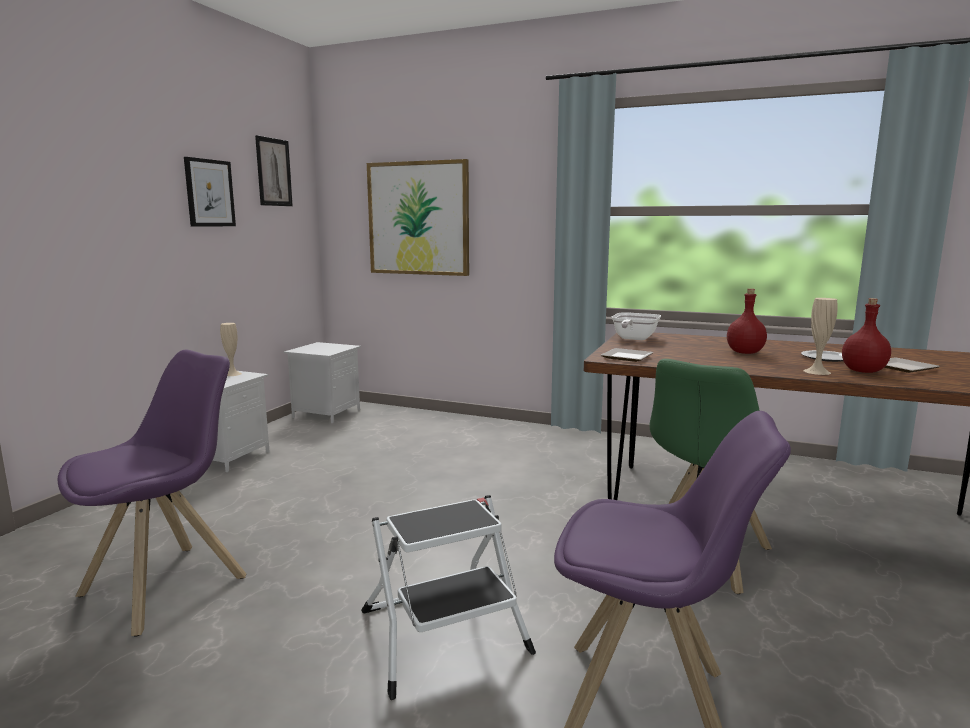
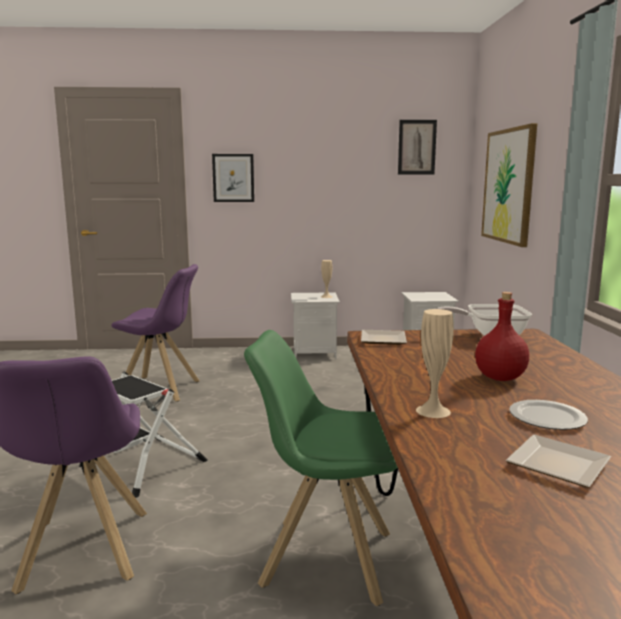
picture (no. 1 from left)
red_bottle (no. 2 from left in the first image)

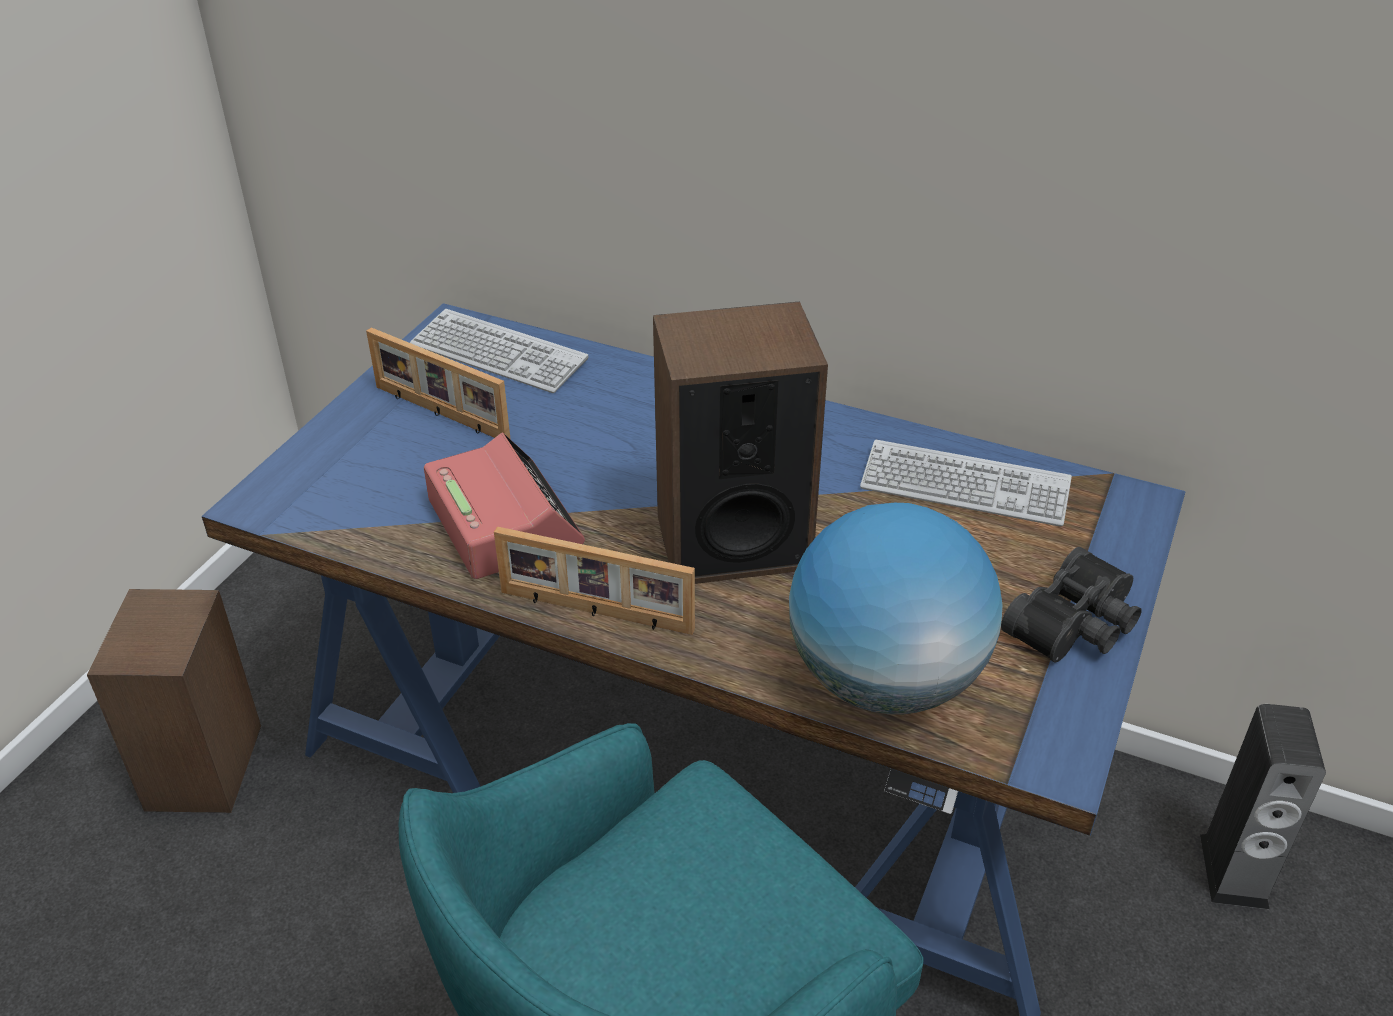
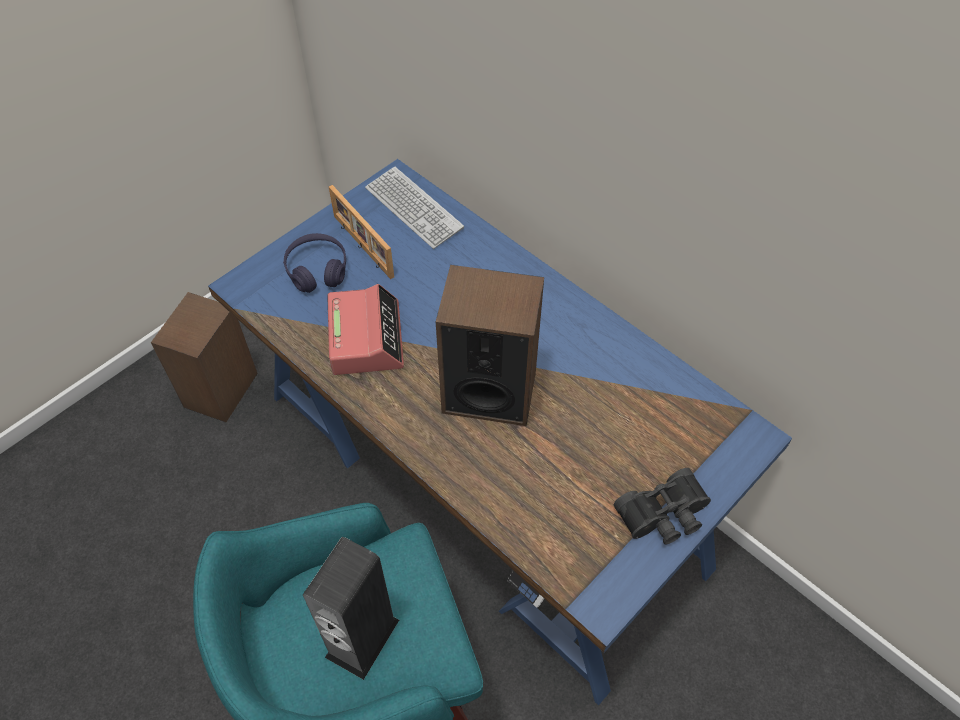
picture_frame (no. 2 from left in the first image)
globe
keyboard (no. 2 from left in the first image)
speaker (no. 2 from left)
purple_headphones

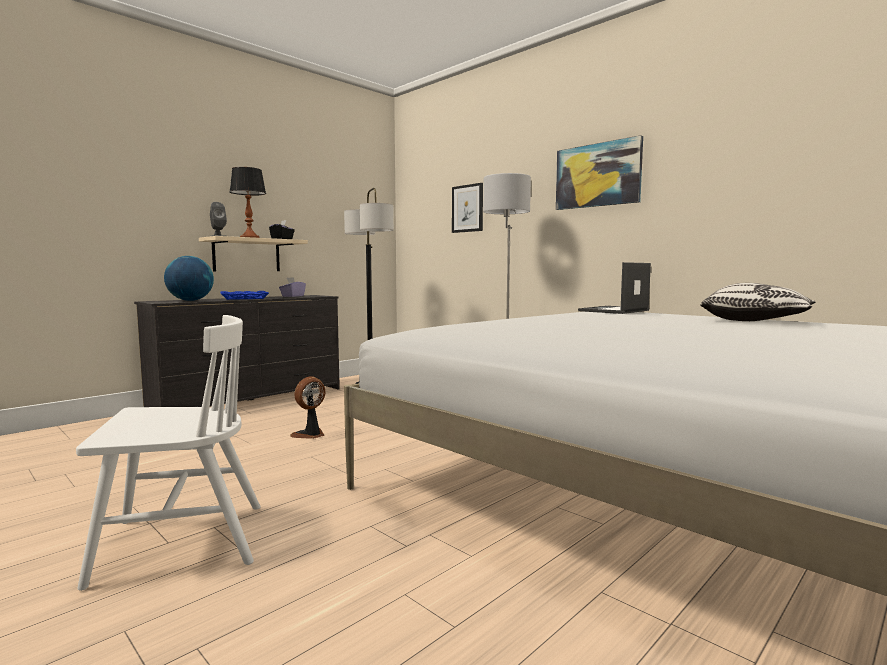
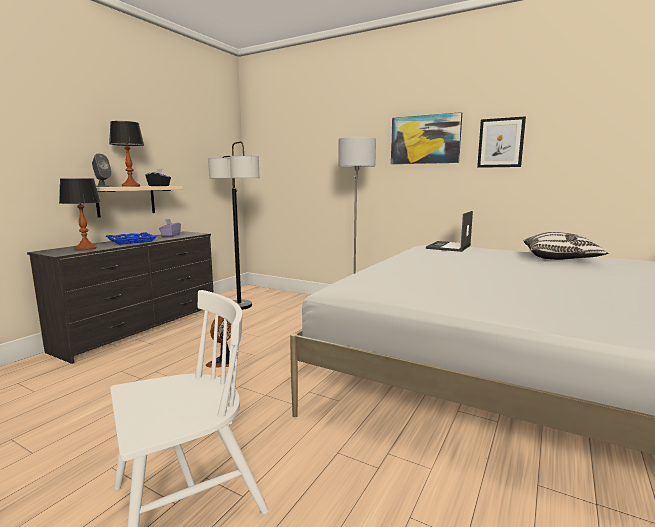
table_lamp (no. 1 from left)
picture (no. 2 from left)

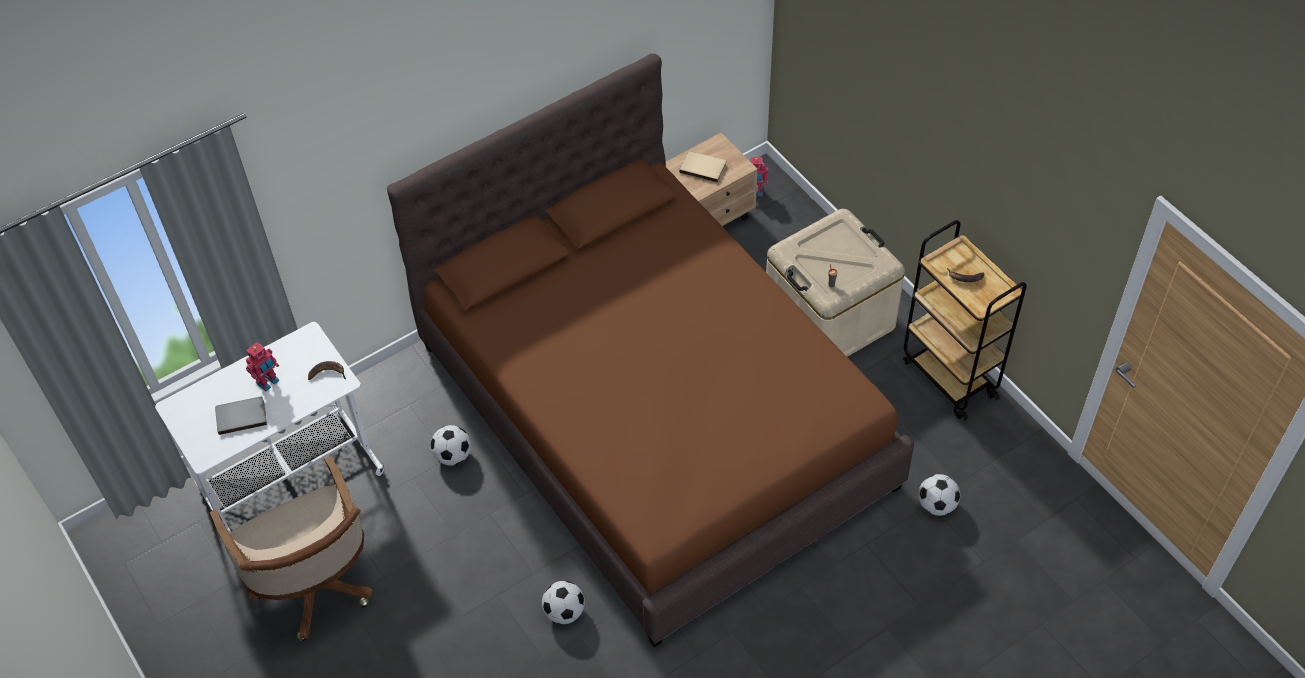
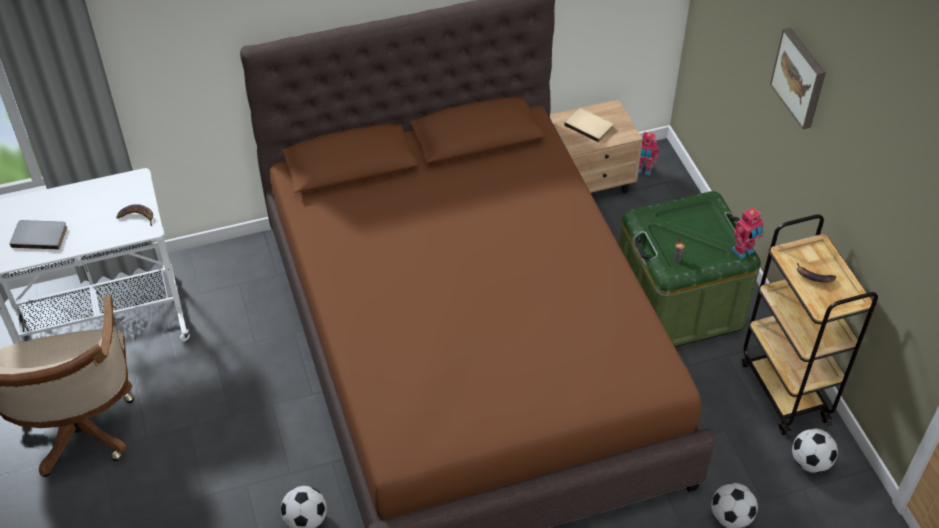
toy_robot (no. 2 from left)
football (no. 3 from left)
green_storage_box
picture

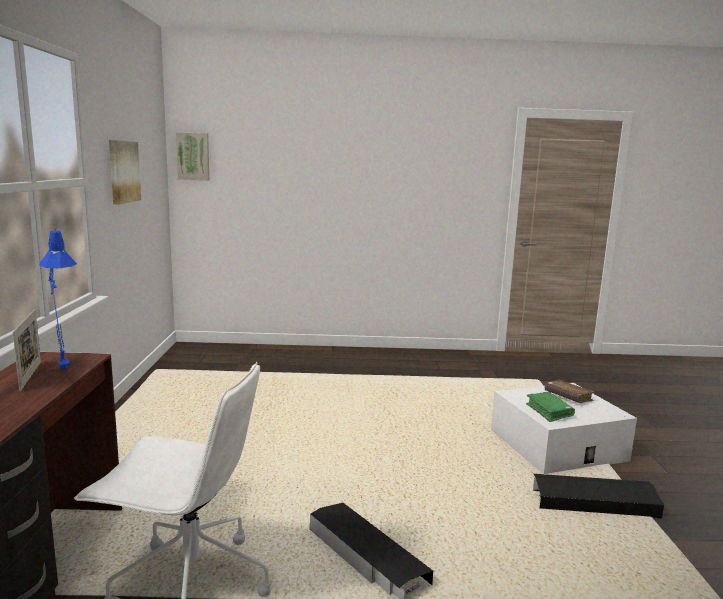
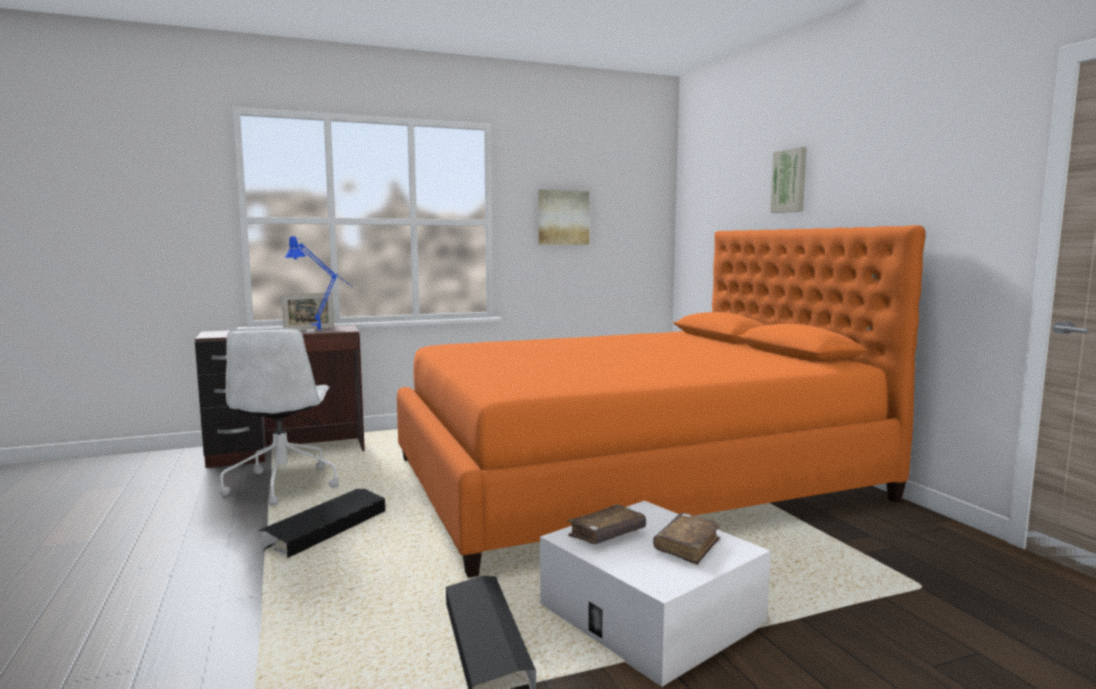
picture (no. 2 from left)
brown_book (no. 1 from left)
orange_bed

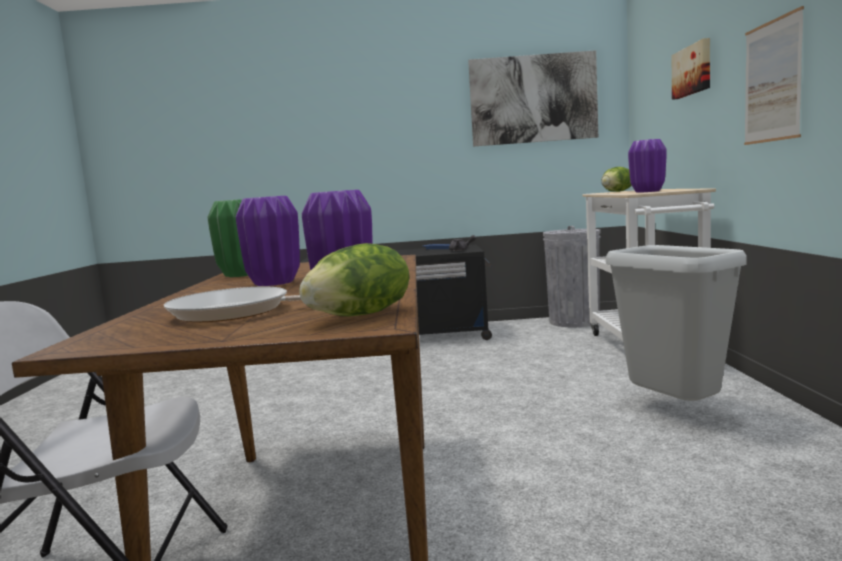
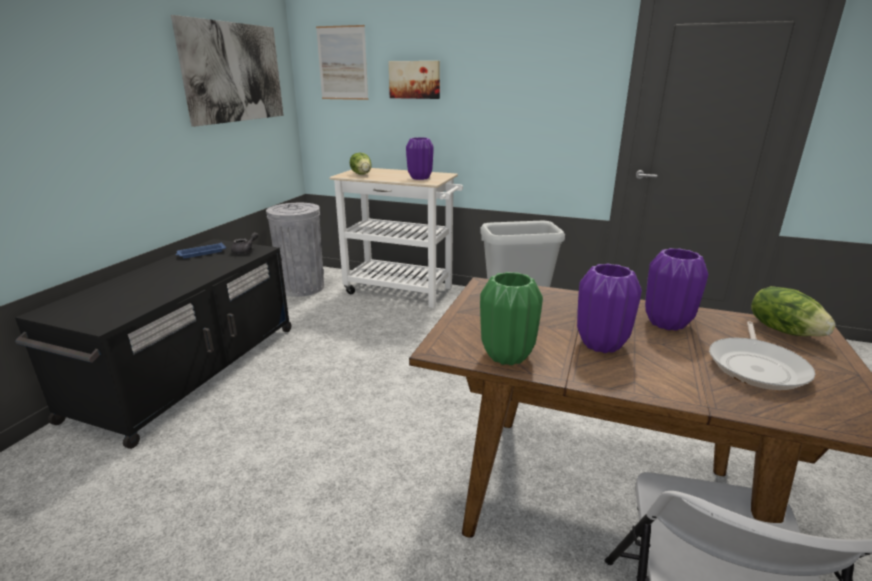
picture (no. 2 from left)

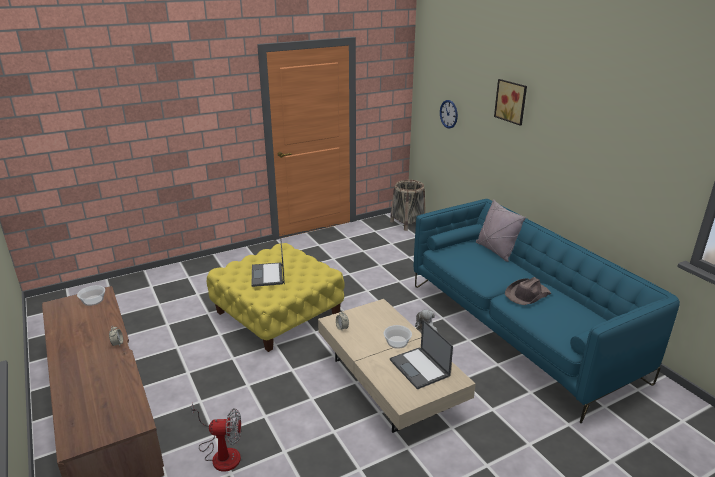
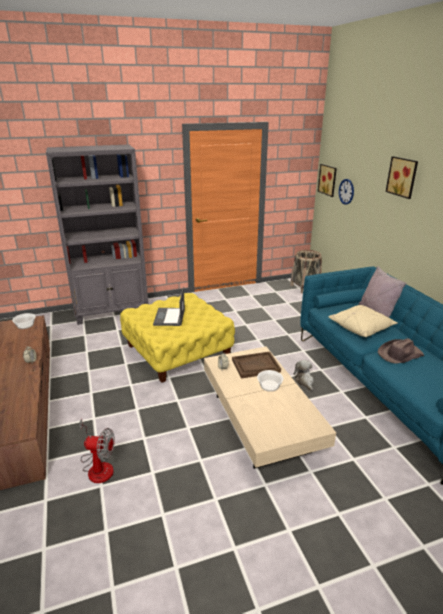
laptop (no. 2 from left in the first image)
grey_bookcase
brown_tray
picture (no. 1 from left)
beige_pillow

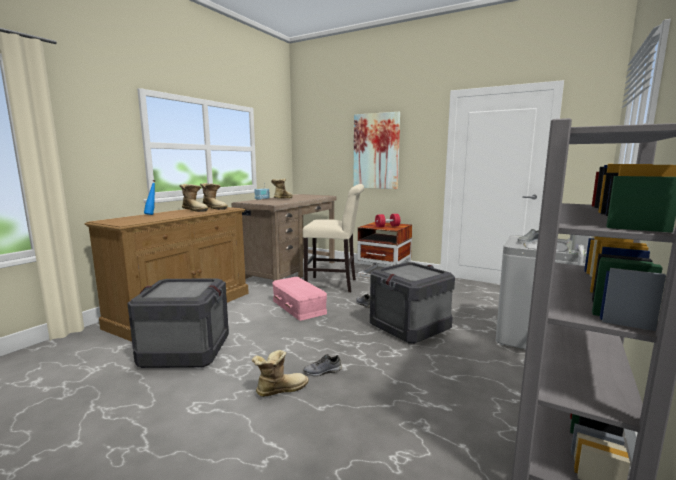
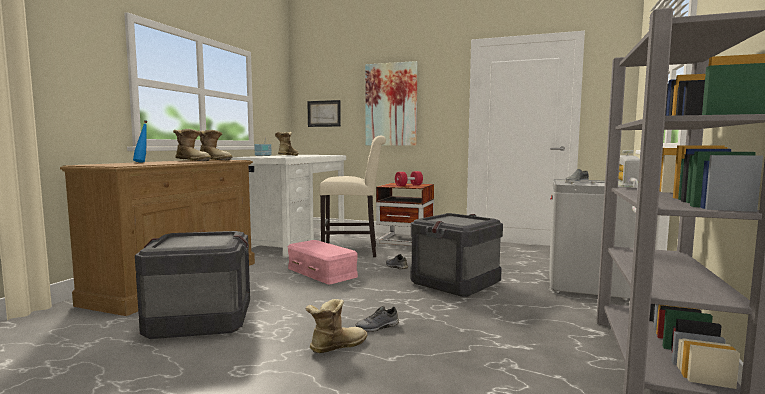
white_desk
picture (no. 1 from left)

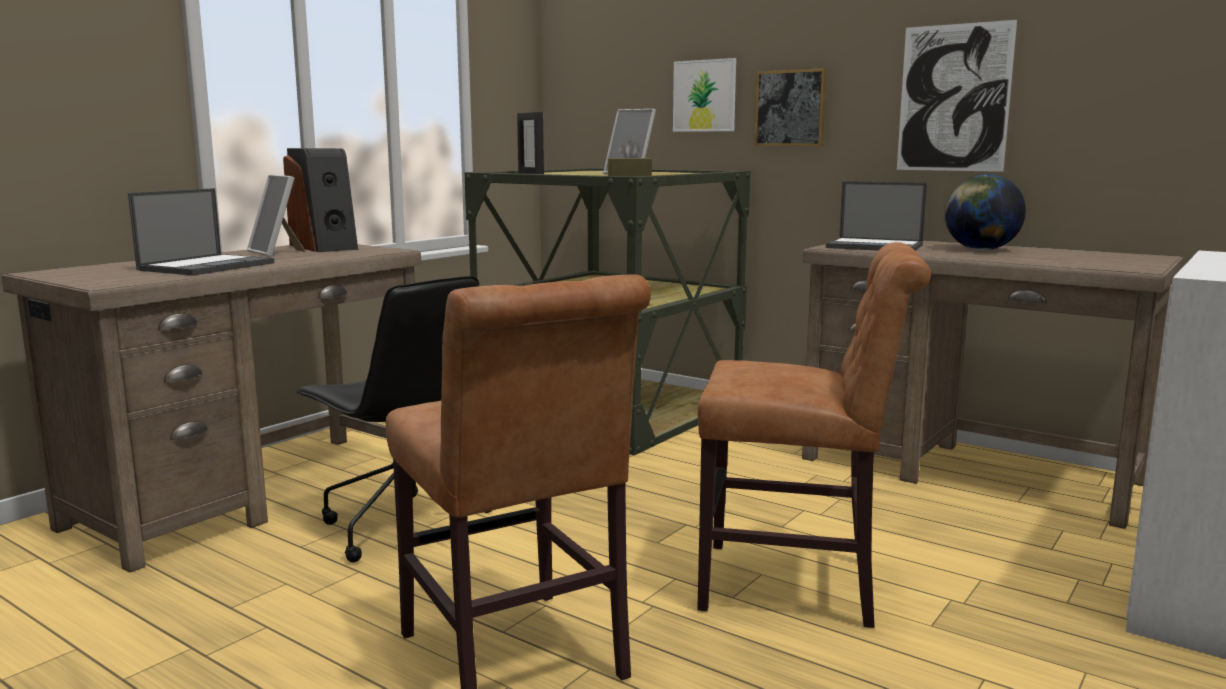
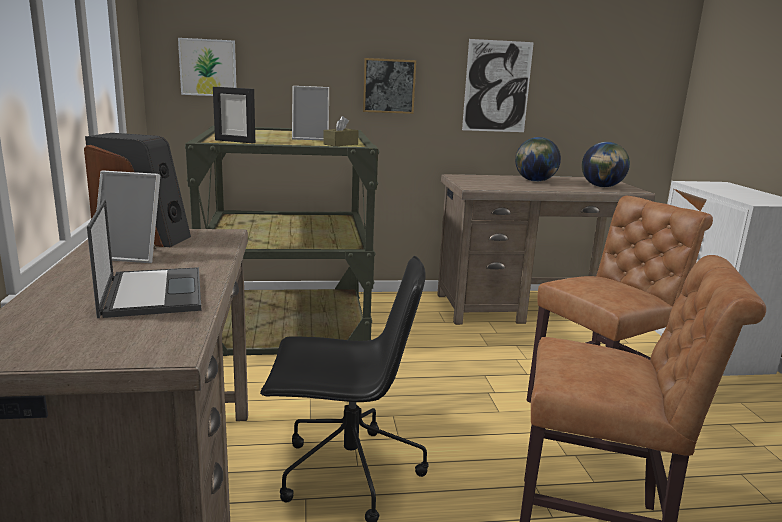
picture (no. 1 from left)
laptop (no. 2 from left in the first image)
globe (no. 2 from left)

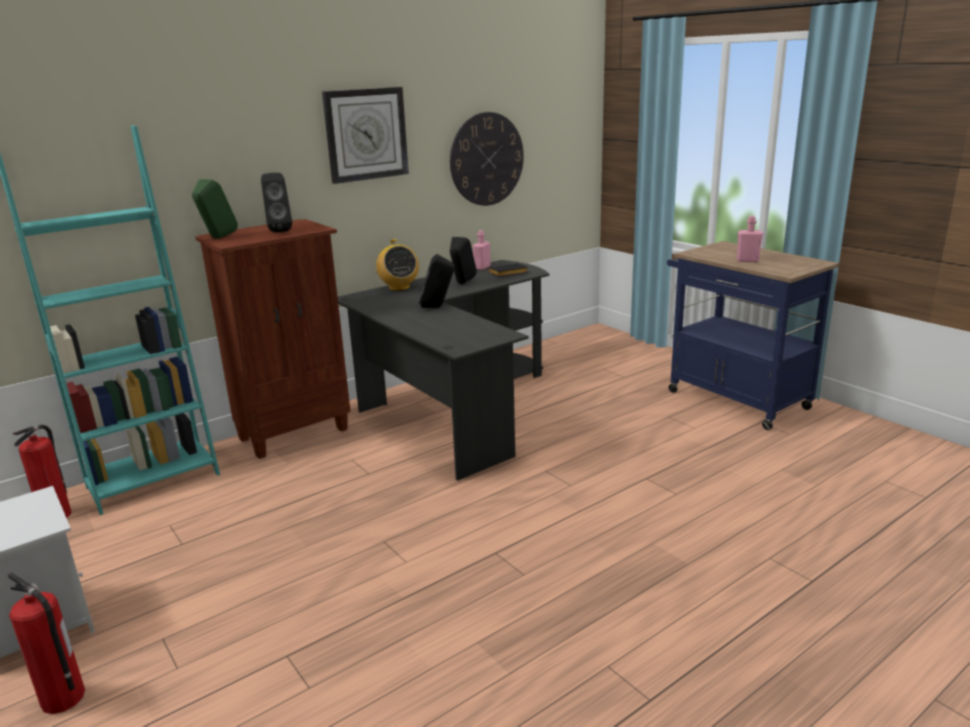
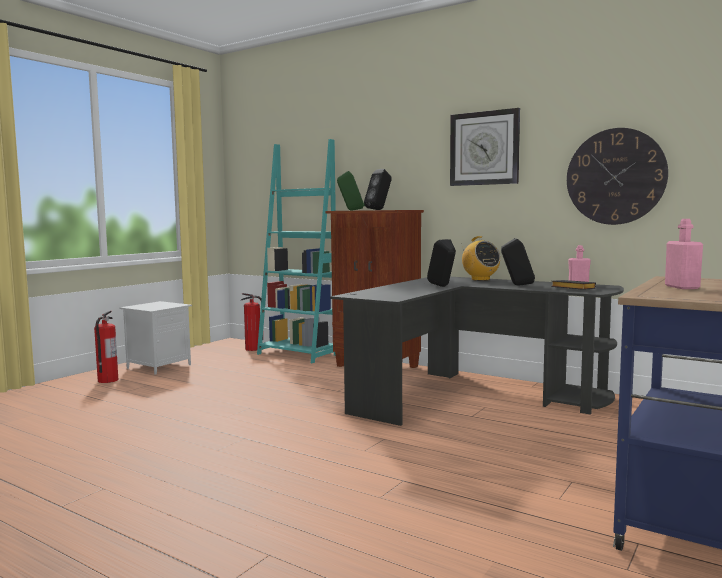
radio

